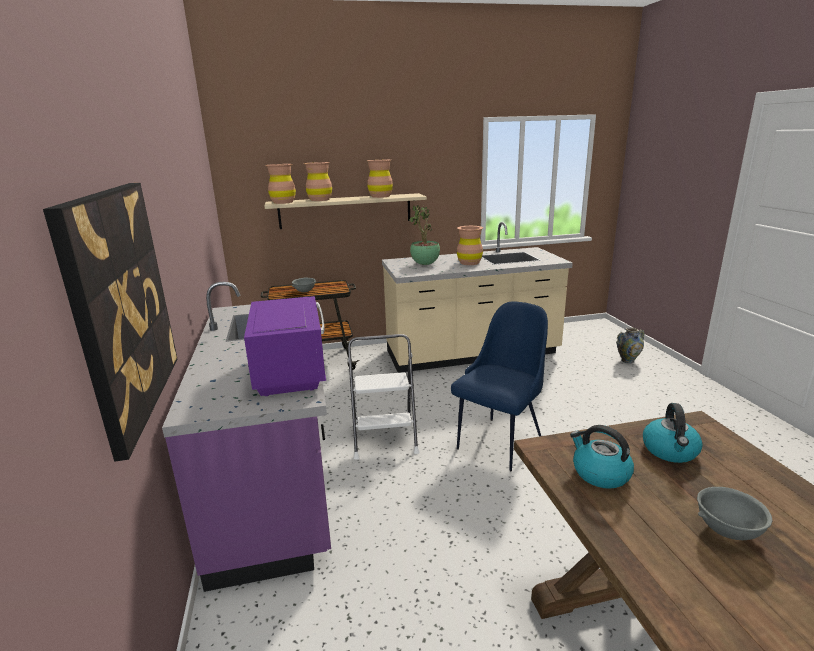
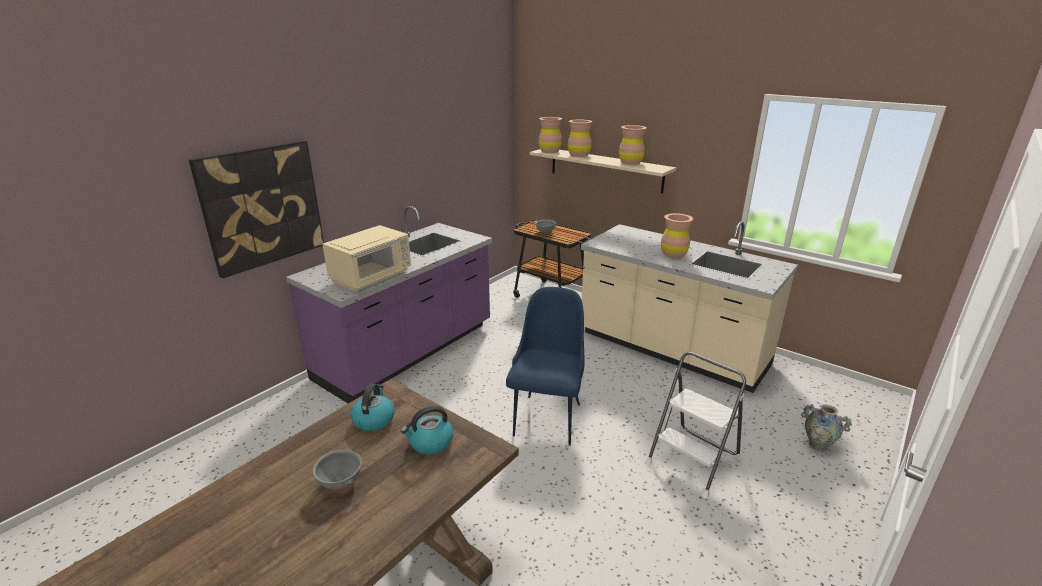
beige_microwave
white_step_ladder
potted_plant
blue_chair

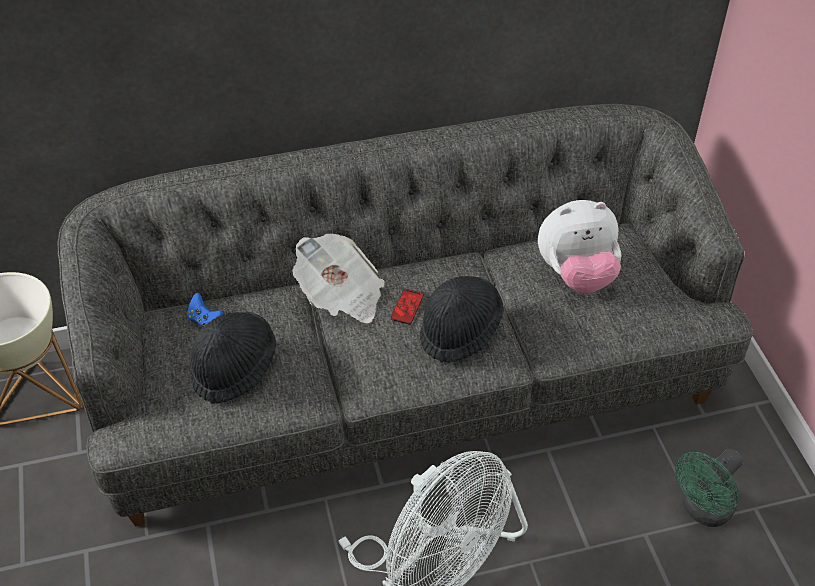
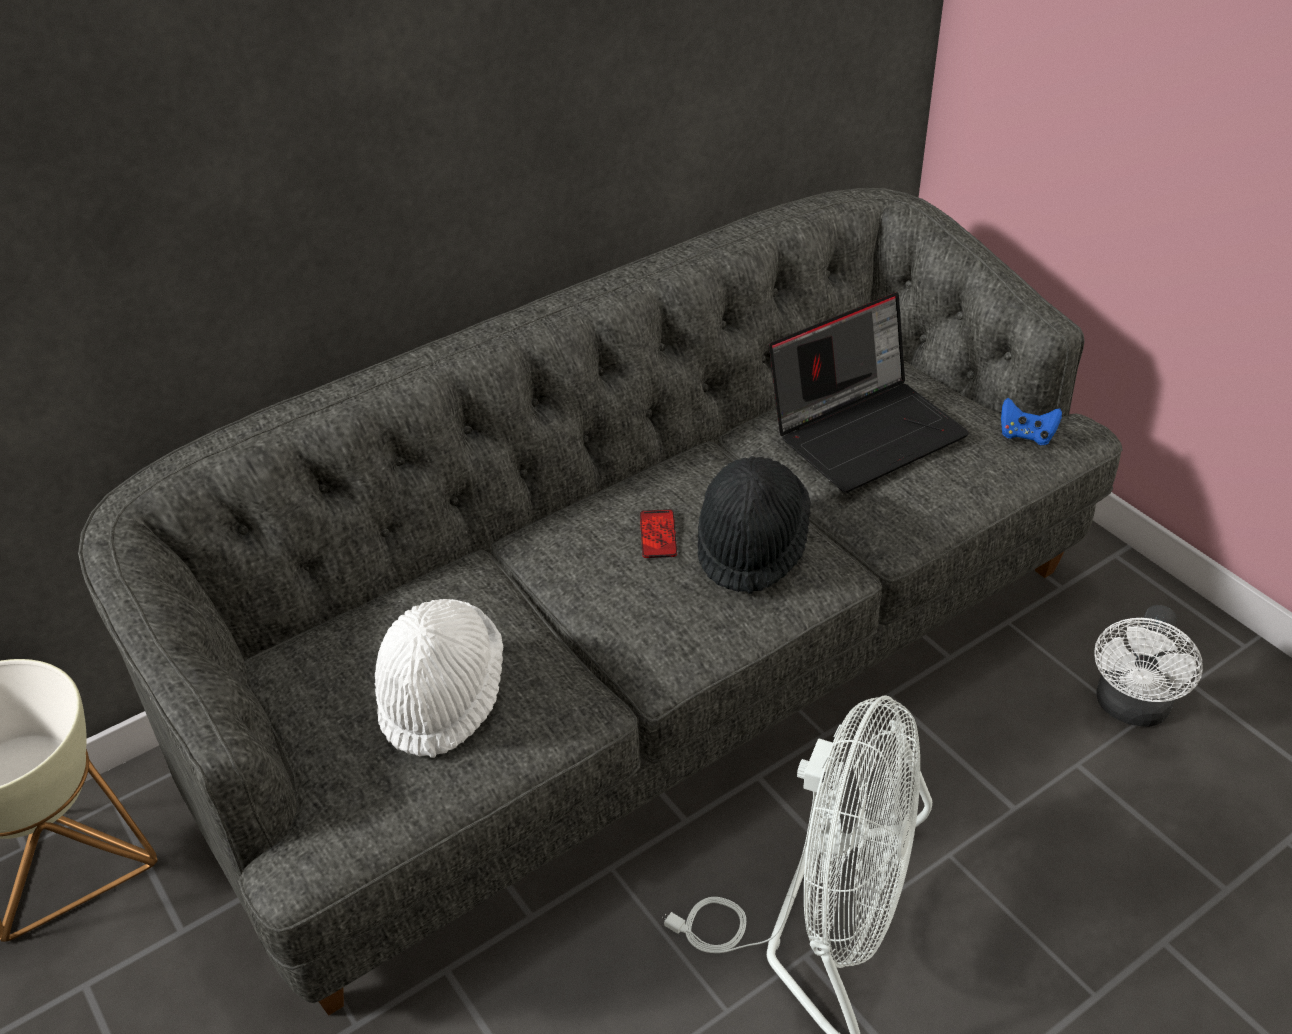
blue_game_controller
white_hat
newspaper
laptop
white_fan (no. 2 from left)

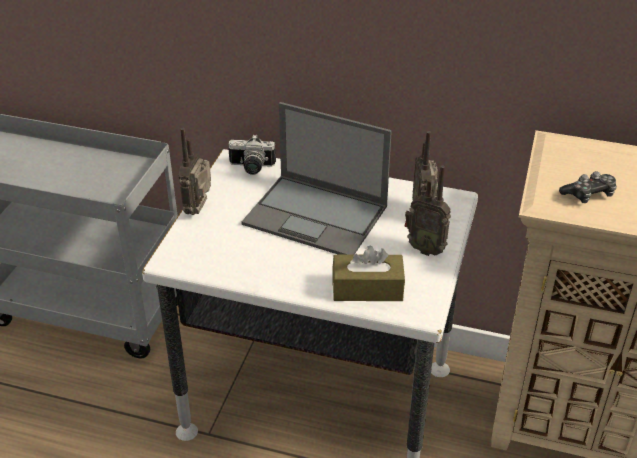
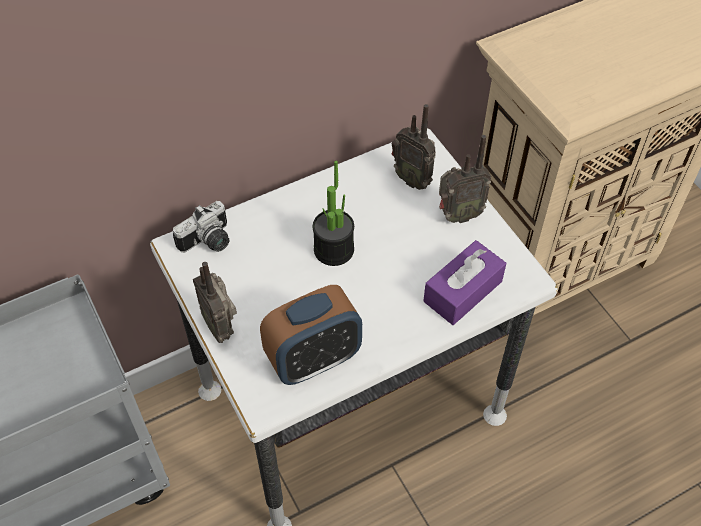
potted_plant
purple_tissue_box
game_controller
alarm_clock

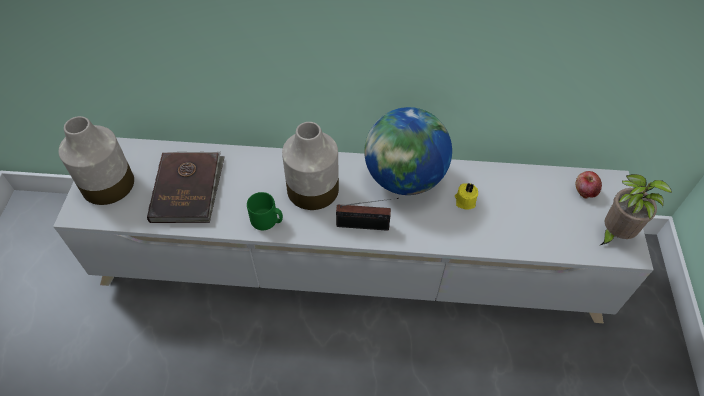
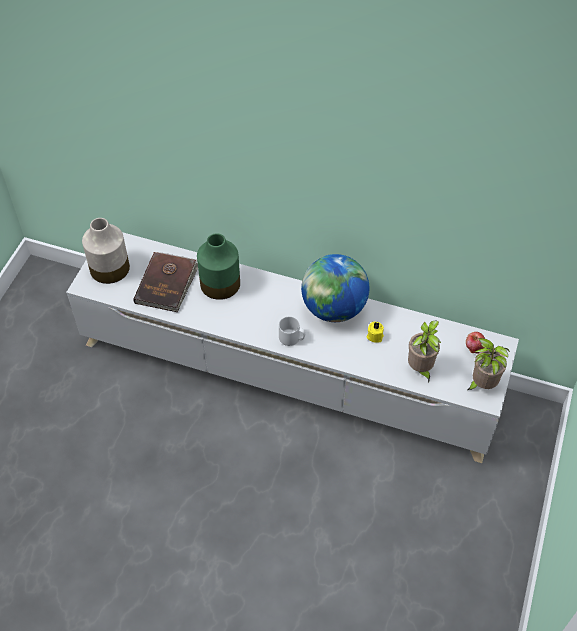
green_mug
beige_vase (no. 2 from left in the first image)
grey_mug
green_vase
potted_plant (no. 1 from left)

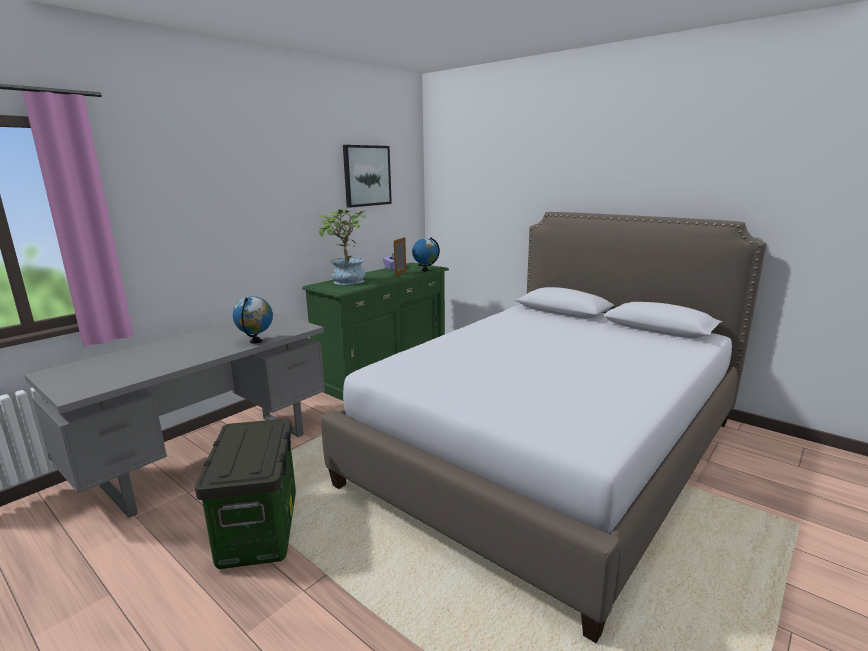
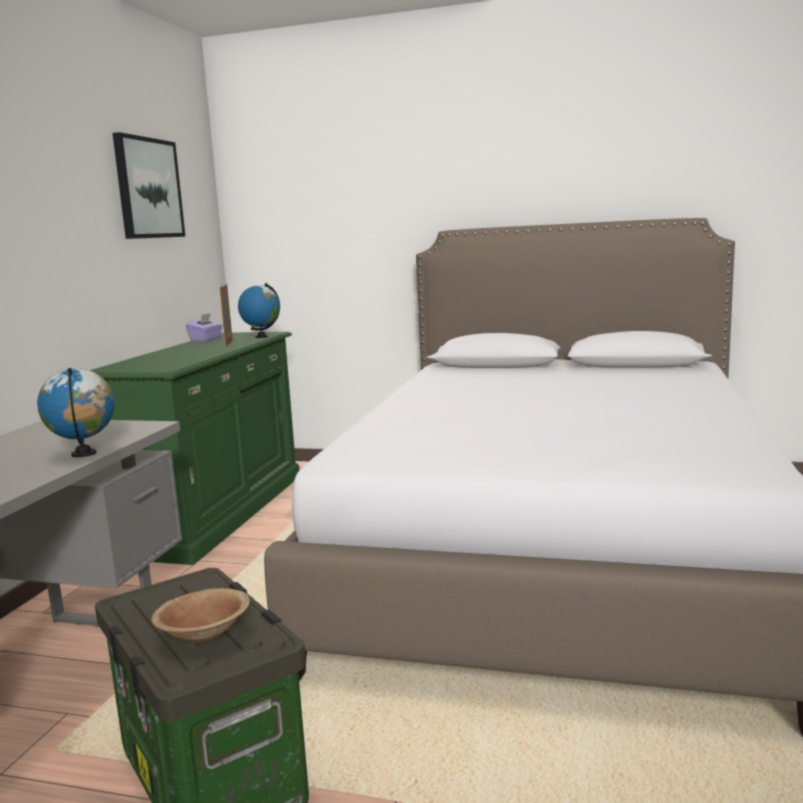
potted_plant
brown_bowl

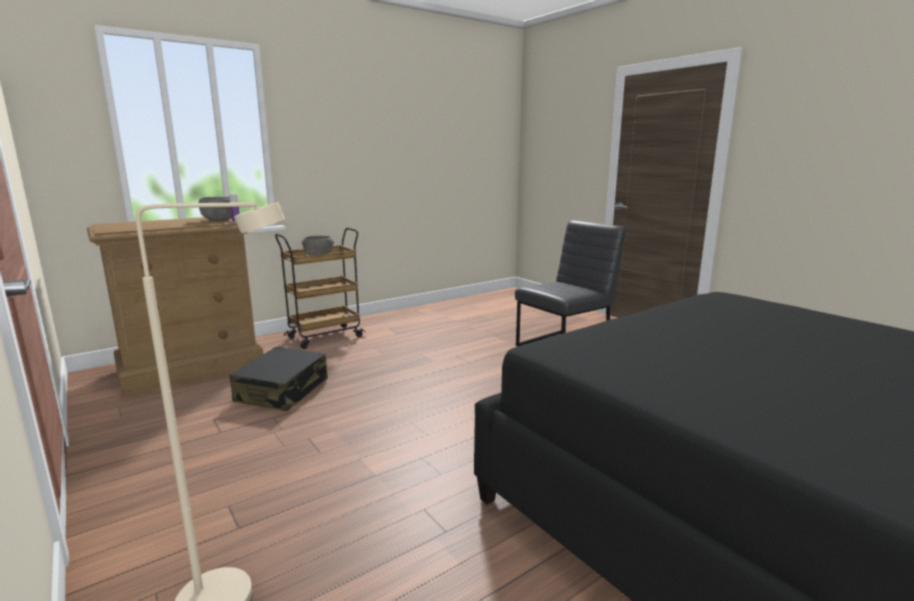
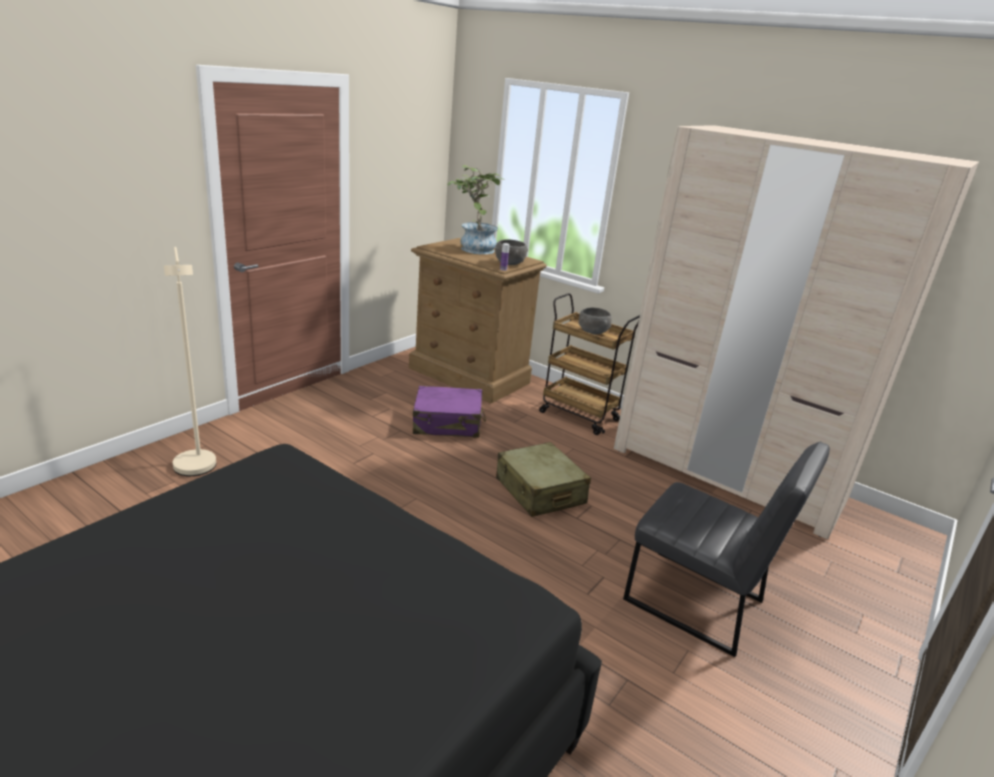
purple_suitcase
potted_plant
beige_suitcase
beige_wardrobe

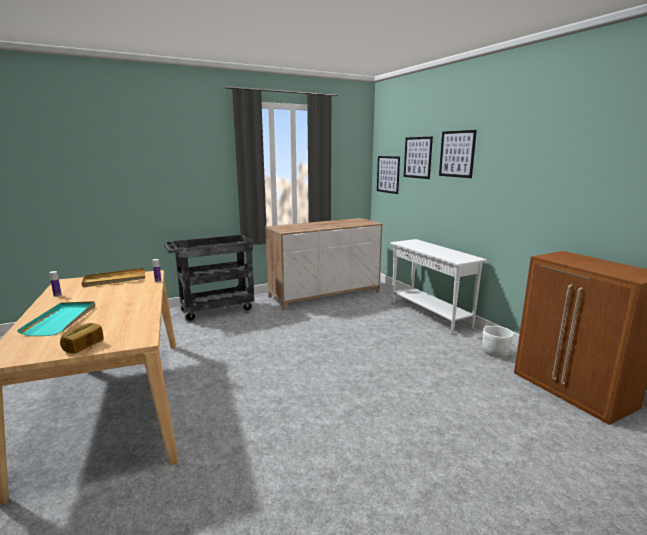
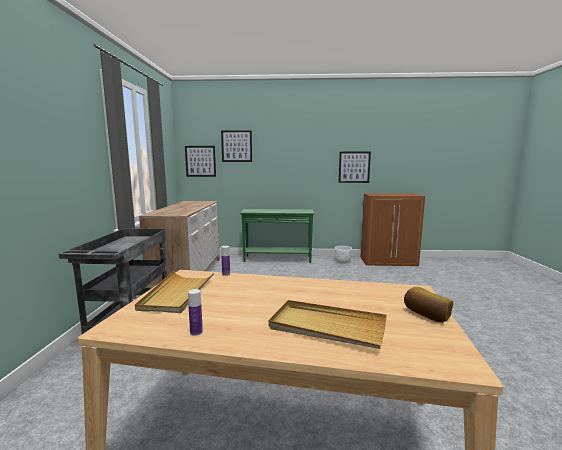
beige_tray (no. 2 from left)
green_console_table
picture (no. 3 from left)

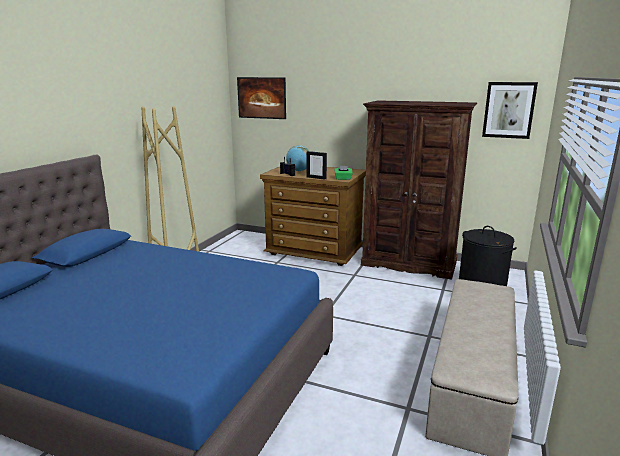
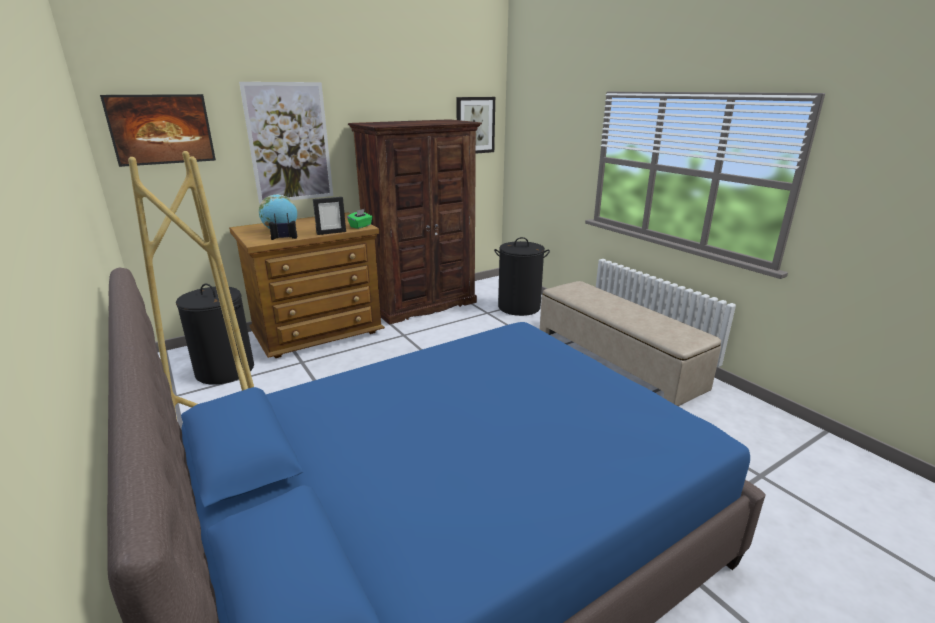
black_laundry_basket (no. 1 from left)
picture (no. 2 from left)

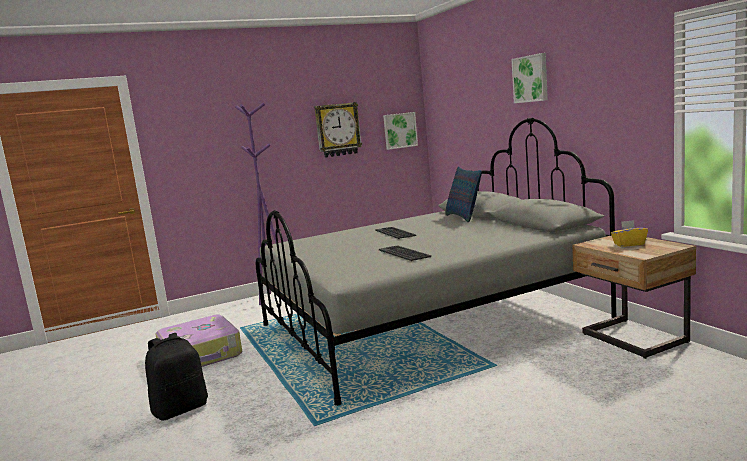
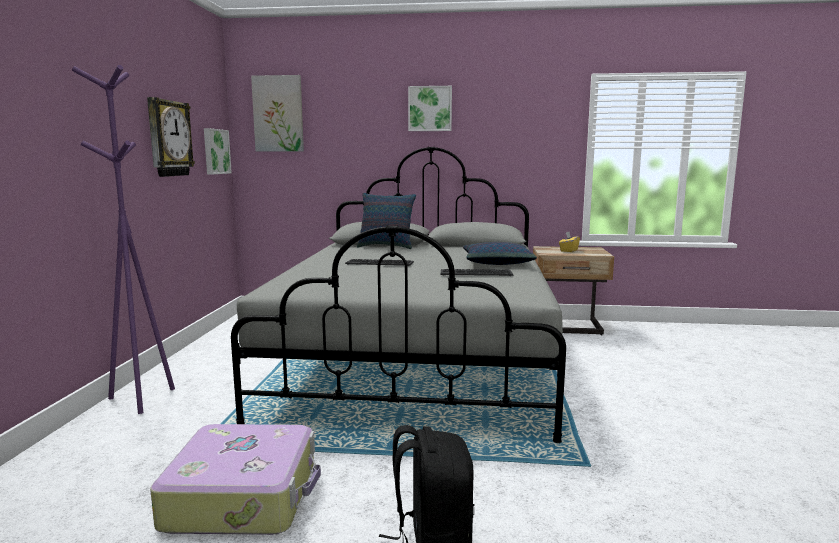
picture (no. 2 from left)
blue_pillow (no. 2 from left)

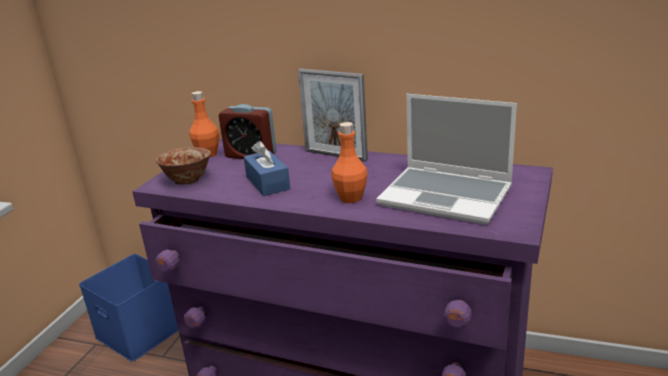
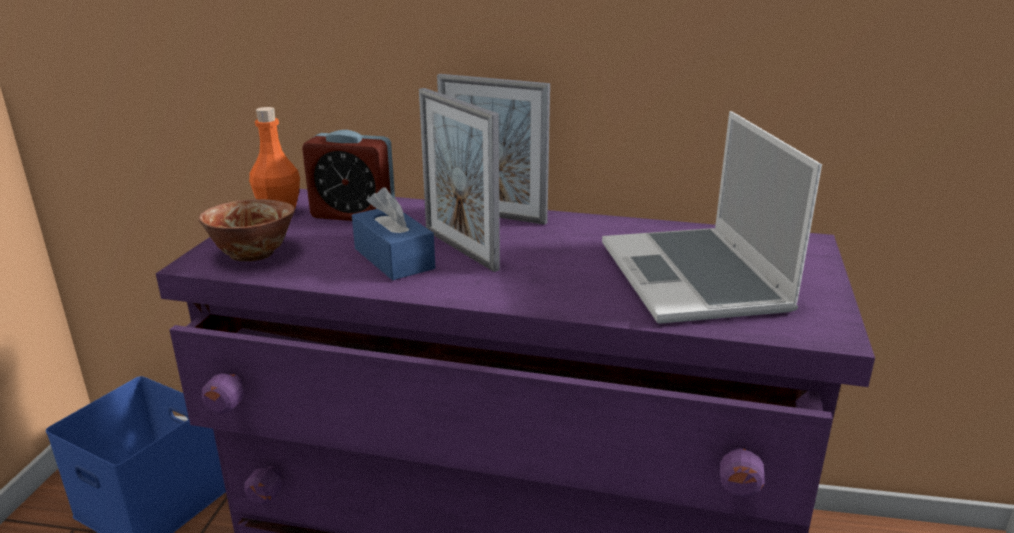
orange_bottle (no. 2 from left in the first image)
laptop
picture_frame (no. 1 from left)

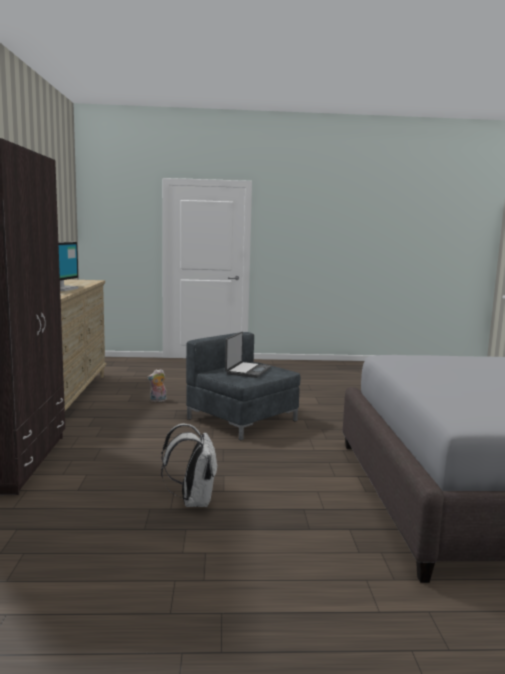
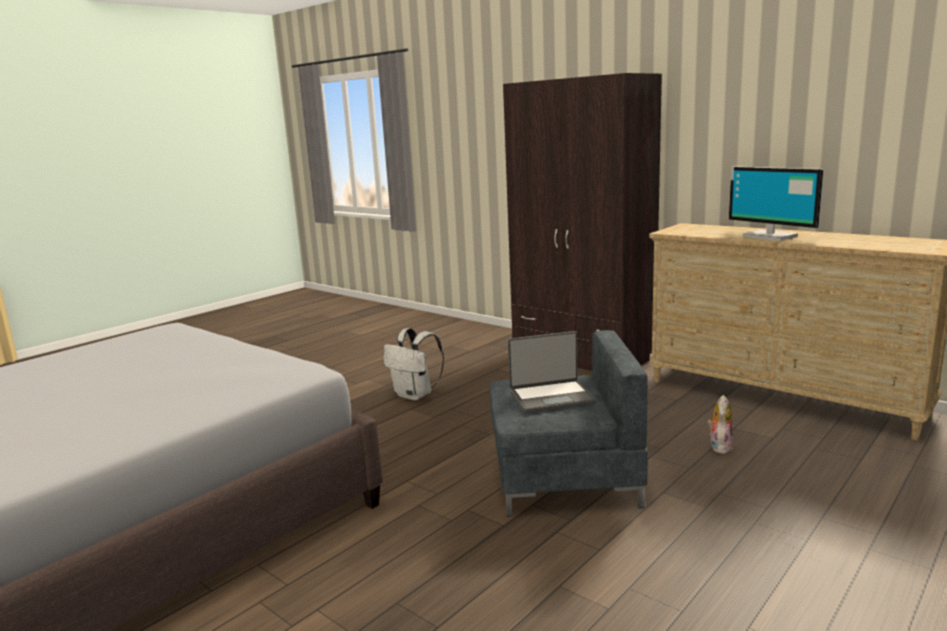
laptop

